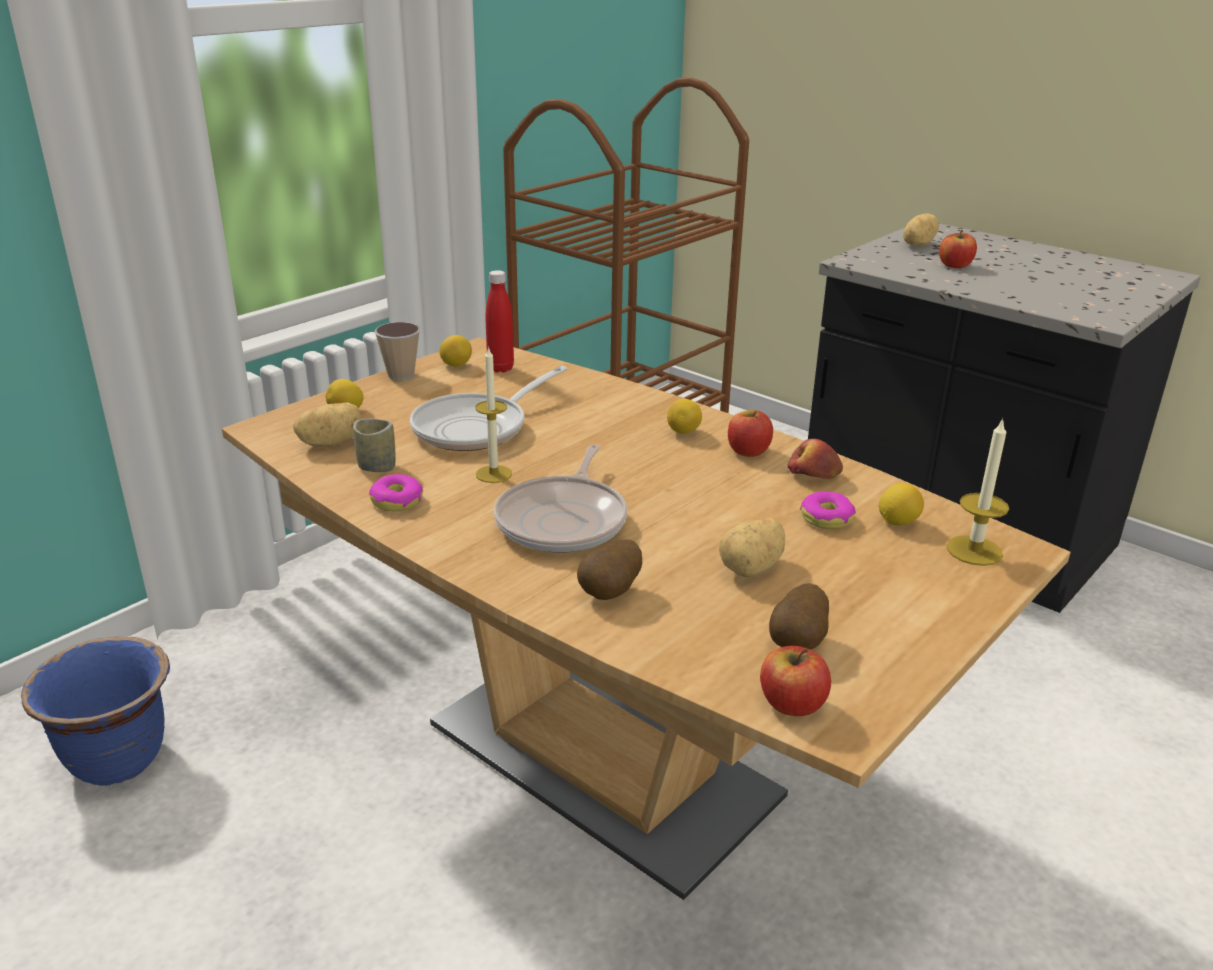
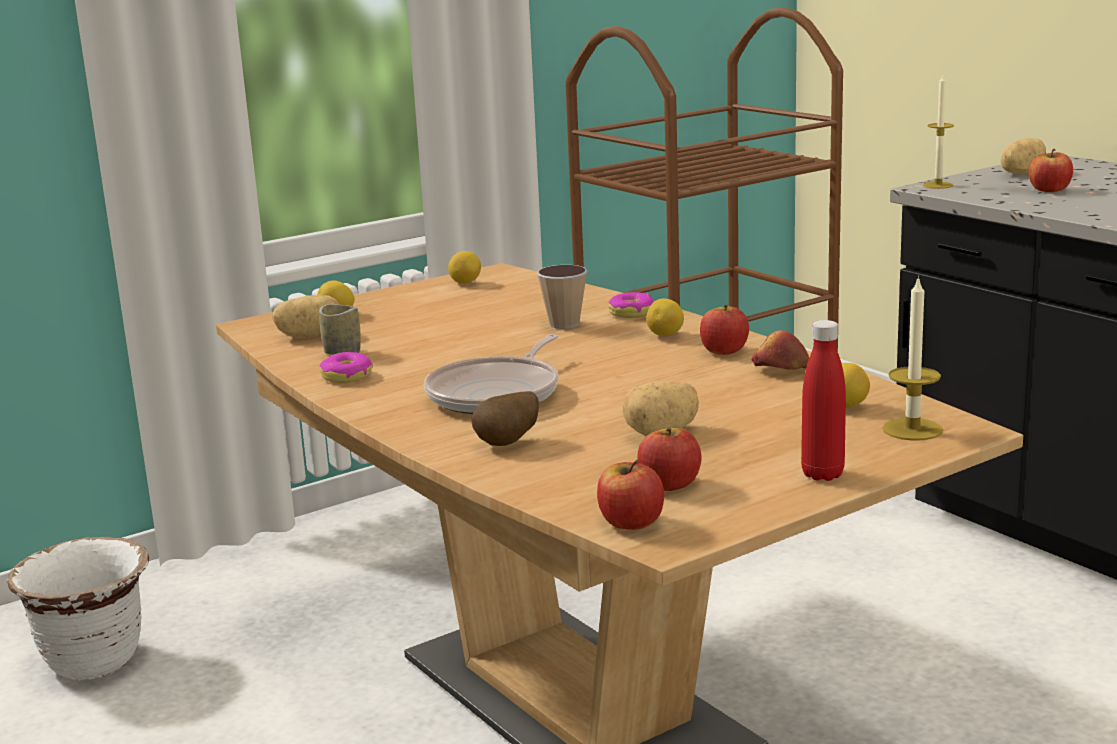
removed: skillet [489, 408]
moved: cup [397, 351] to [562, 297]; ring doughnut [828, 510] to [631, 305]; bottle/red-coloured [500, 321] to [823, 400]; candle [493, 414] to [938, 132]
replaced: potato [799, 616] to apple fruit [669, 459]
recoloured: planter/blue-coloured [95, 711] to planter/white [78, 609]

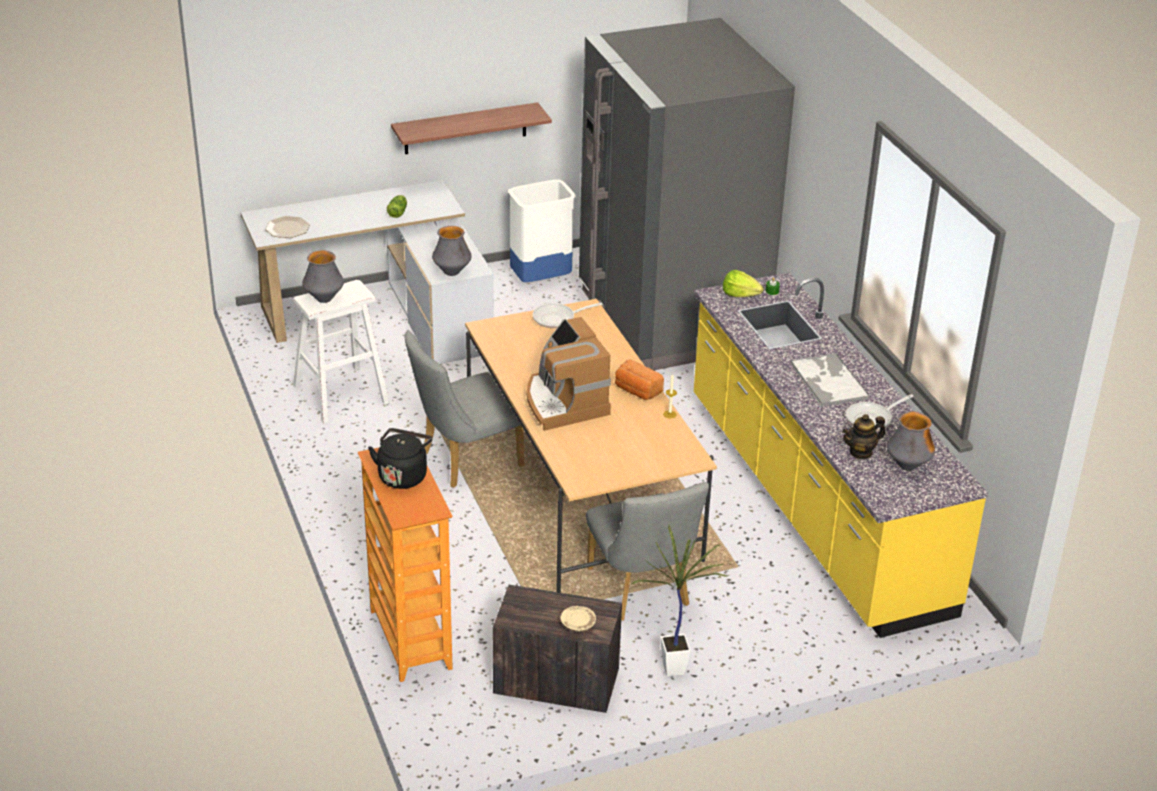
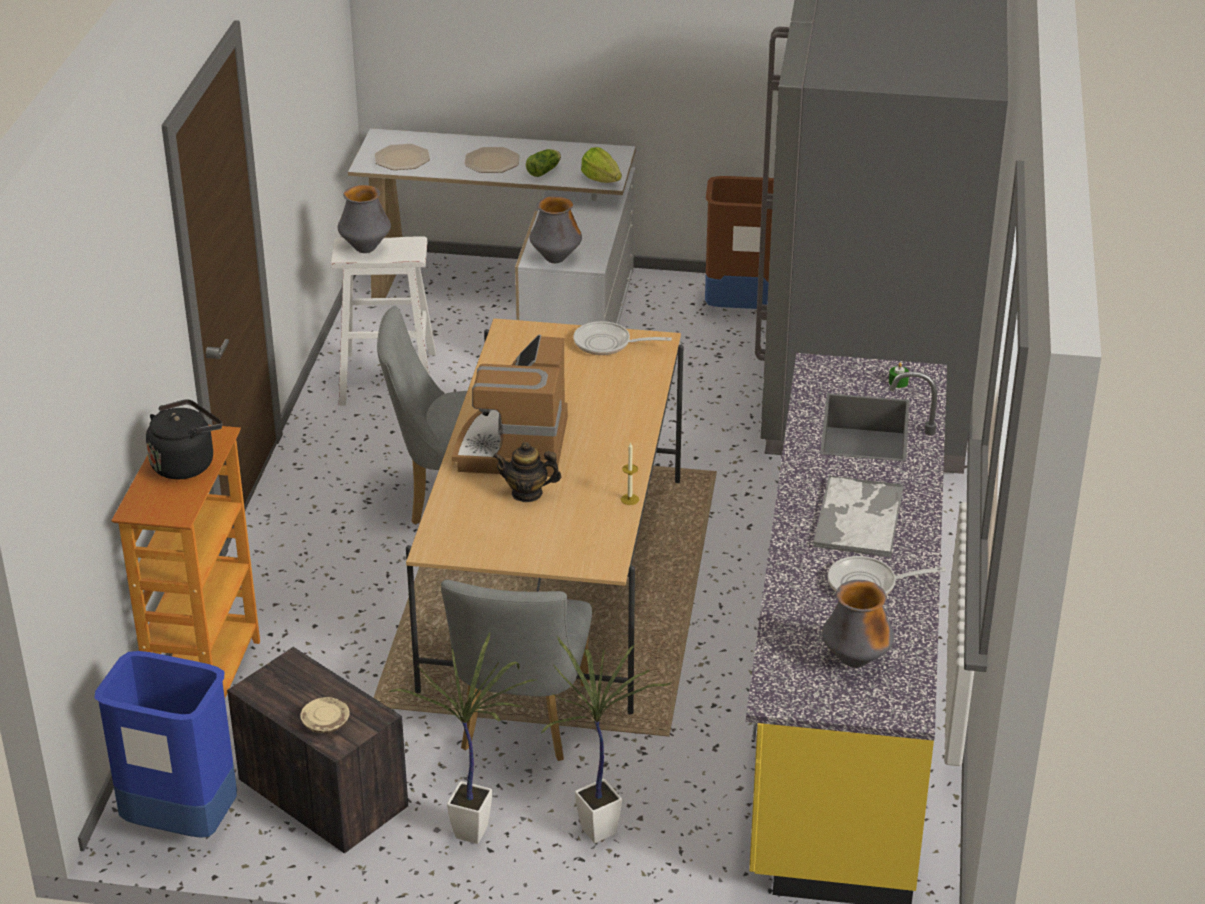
removed: shelf [471, 128]; bakery bread [639, 379]
added: trash can/blue-coloured [165, 744]; flat dish [492, 160]; potted plant [606, 739]
moved: pot for tea [863, 436] to [527, 472]; head of lettuce [743, 283] to [601, 165]
recoloured: trash can/white [541, 231] to trash can/brownish [739, 242]

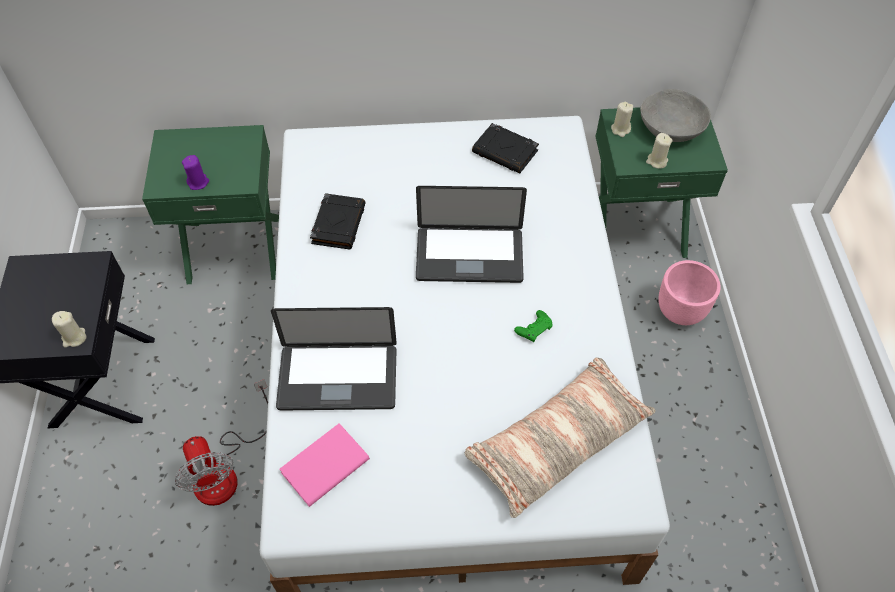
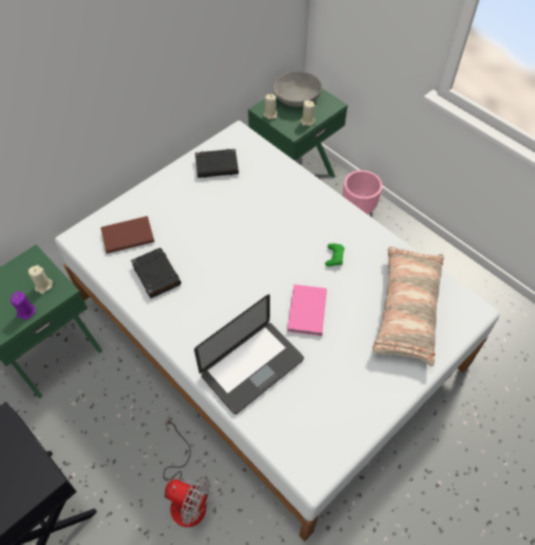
removed: portable computer [471, 234]
added: volume/brownish [128, 235]
moved: candle/beige [69, 329] to [40, 279]; volume/pink-coloured [324, 465] to [307, 310]

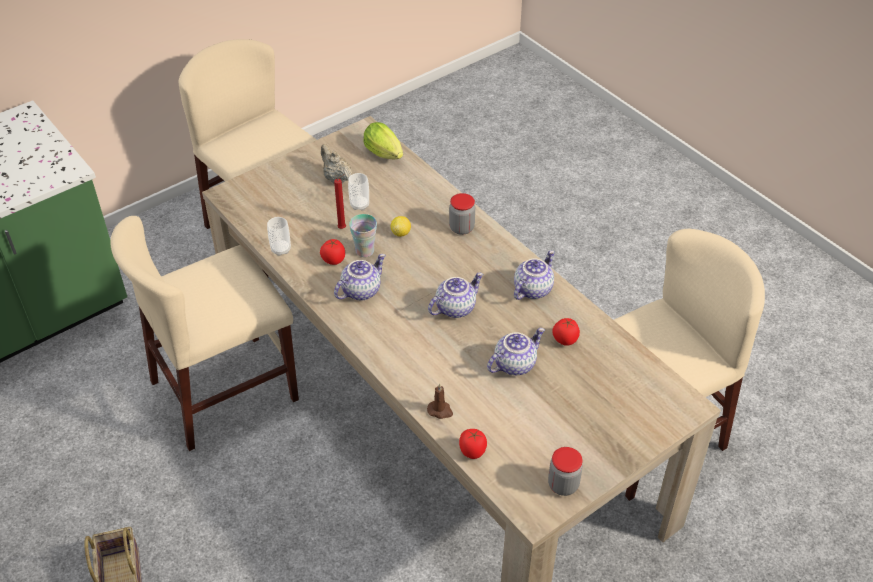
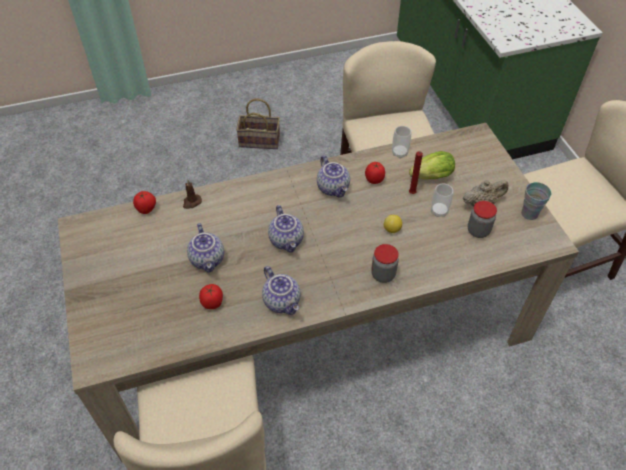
moved: head of lettuce [383, 140] to [432, 165]; storage jar [565, 471] to [482, 219]; cup [363, 235] to [536, 201]

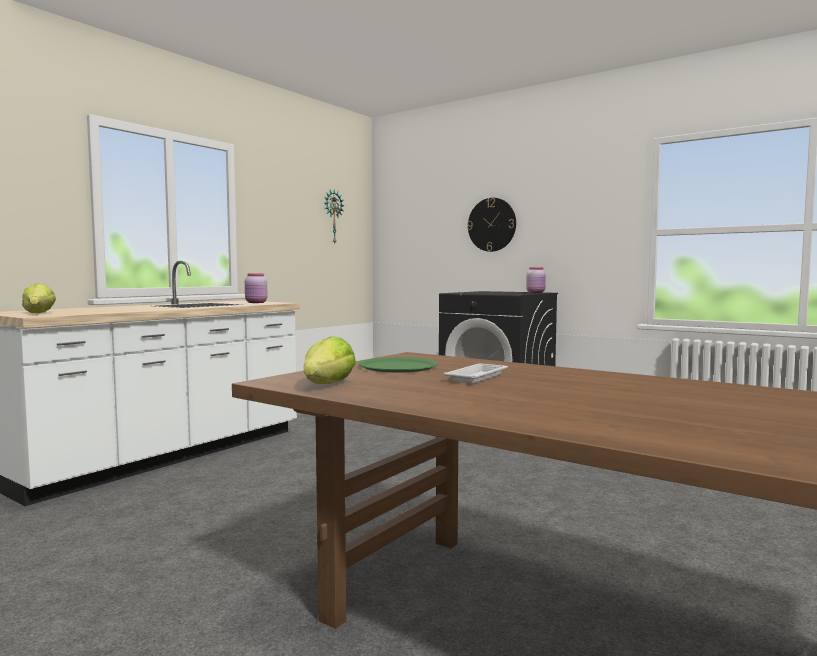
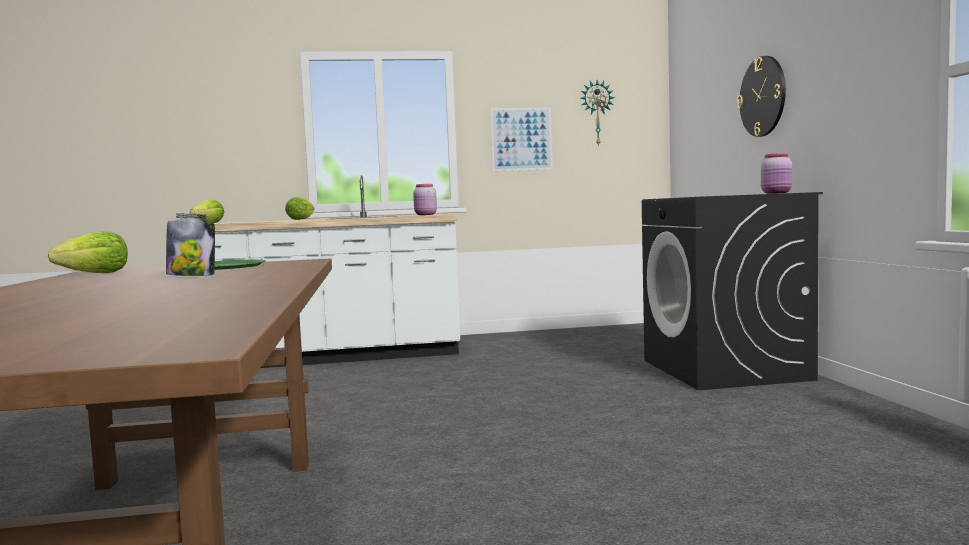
added: head of lettuce [299, 208]; picture [521, 139]
replaced: carrying tray/white [475, 374] to storage jar [190, 244]

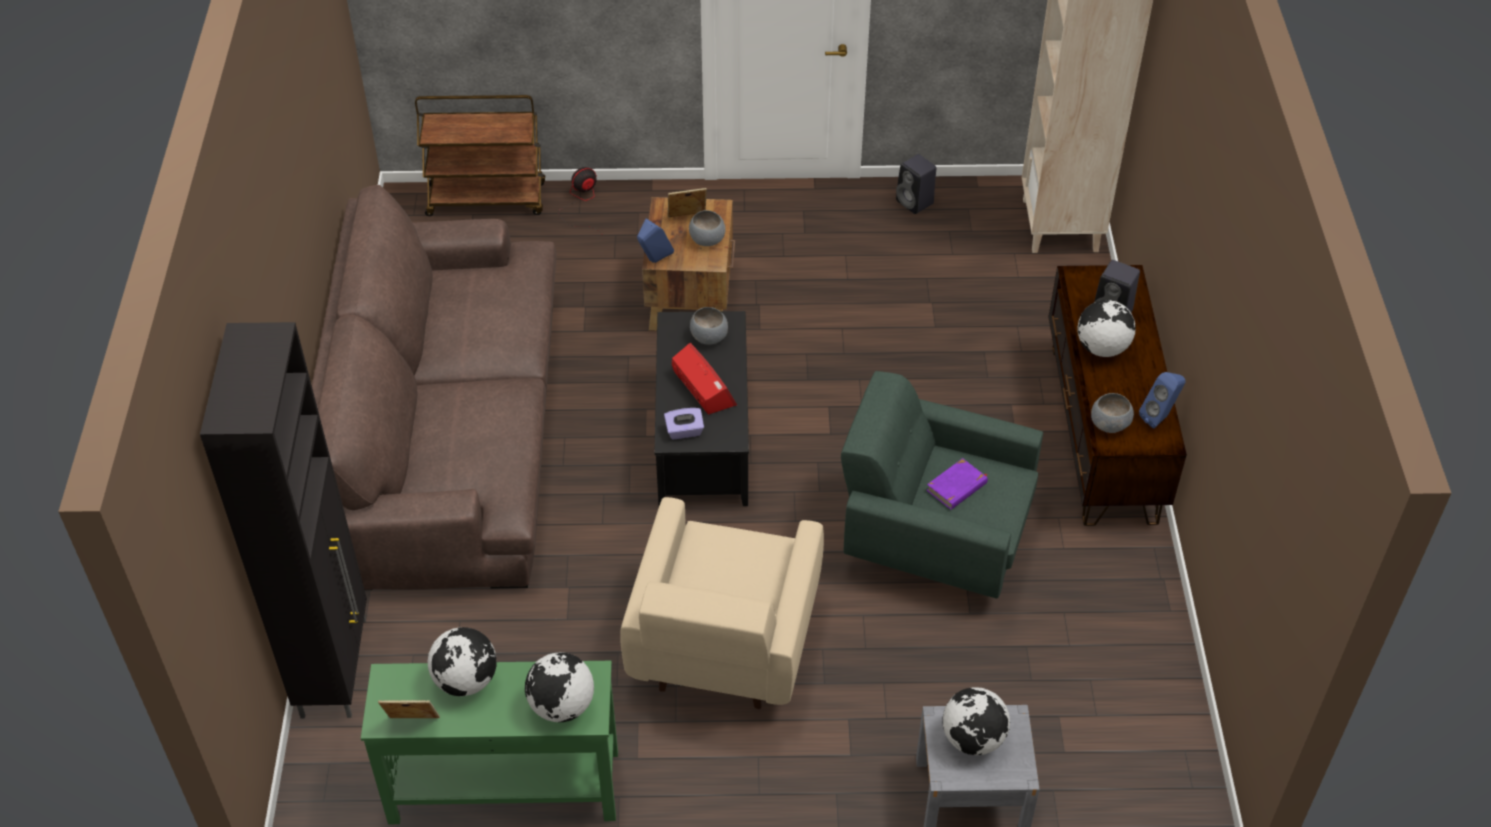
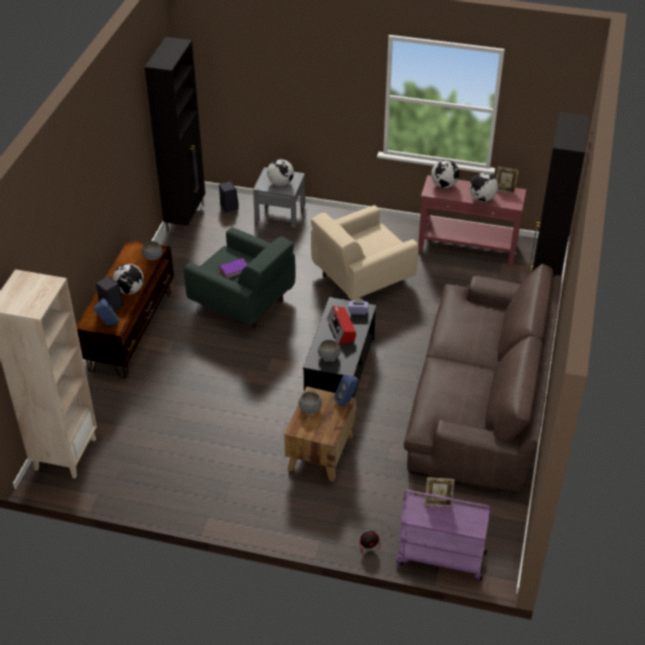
added: cabinet/black [174, 136]
moved: loudspeaker/blue-coloured [1162, 400] to [106, 312]; loudspeaker/black [916, 184] to [229, 196]; picture frame [687, 202] to [439, 491]
recoloured: trolley/brownish [480, 155] to trolley/purple [443, 535]; narrow table/green [489, 742] to narrow table/red-coloured [472, 220]
turned: easy chair/beige [722, 603] = [365, 253] 150 degrees counterclockwise

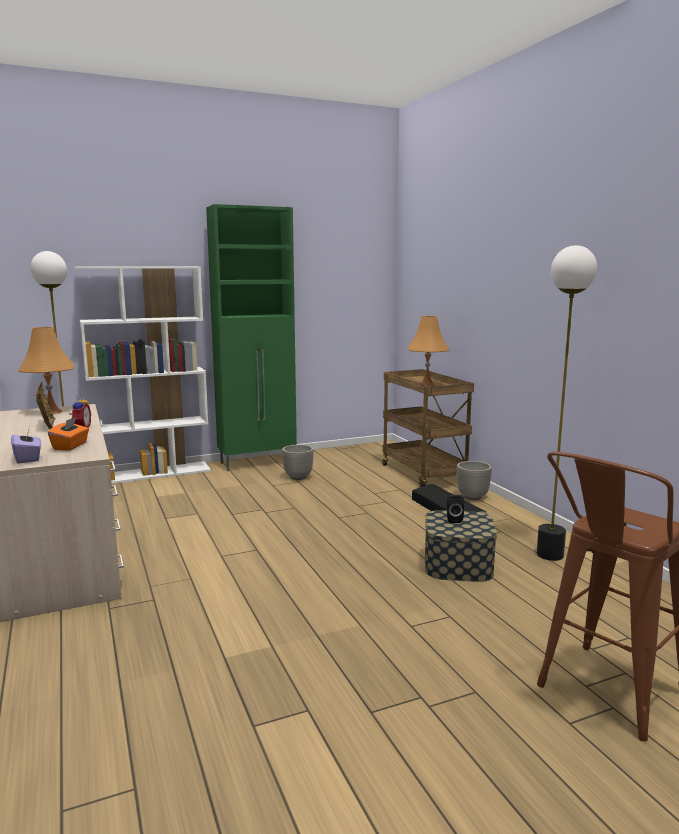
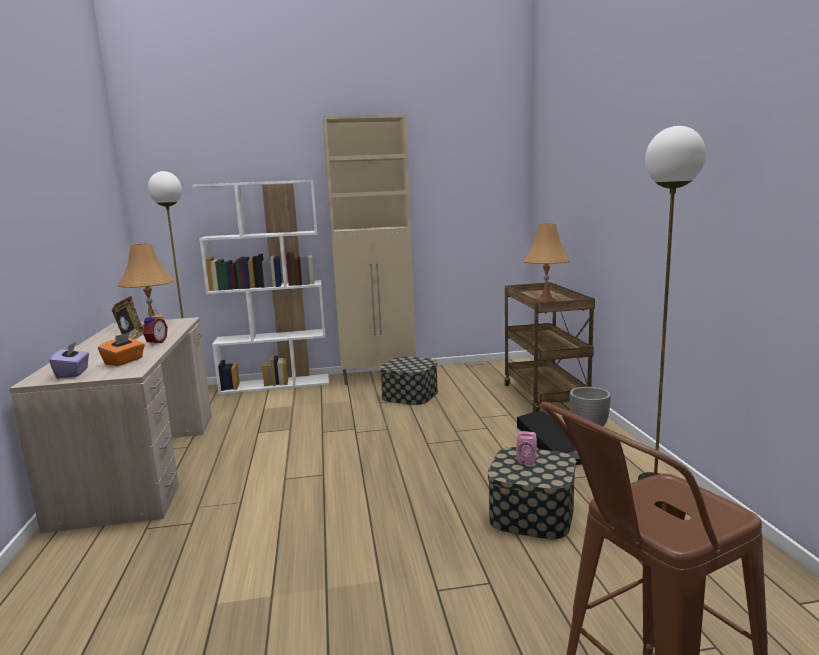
replaced: planter [298, 462] to storage bin [409, 380]
recoloured: cabinet/green [251, 337] to cabinet/beige [369, 249]; loudspeaker/black [455, 509] to loudspeaker/pink-coloured [527, 448]

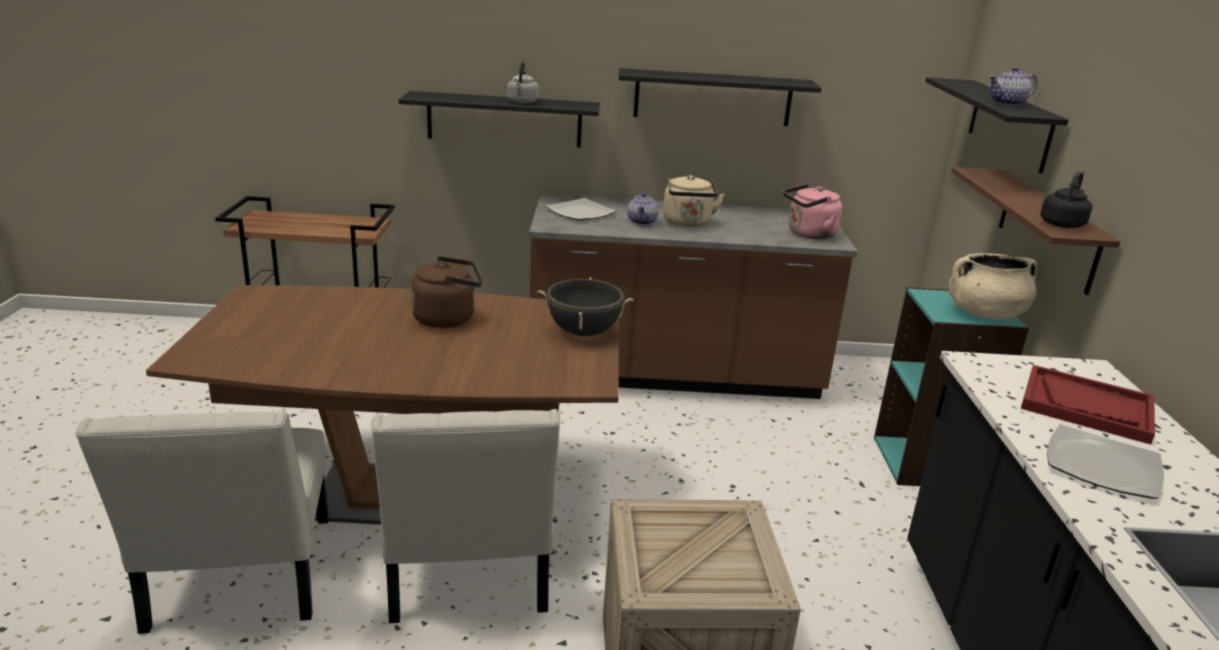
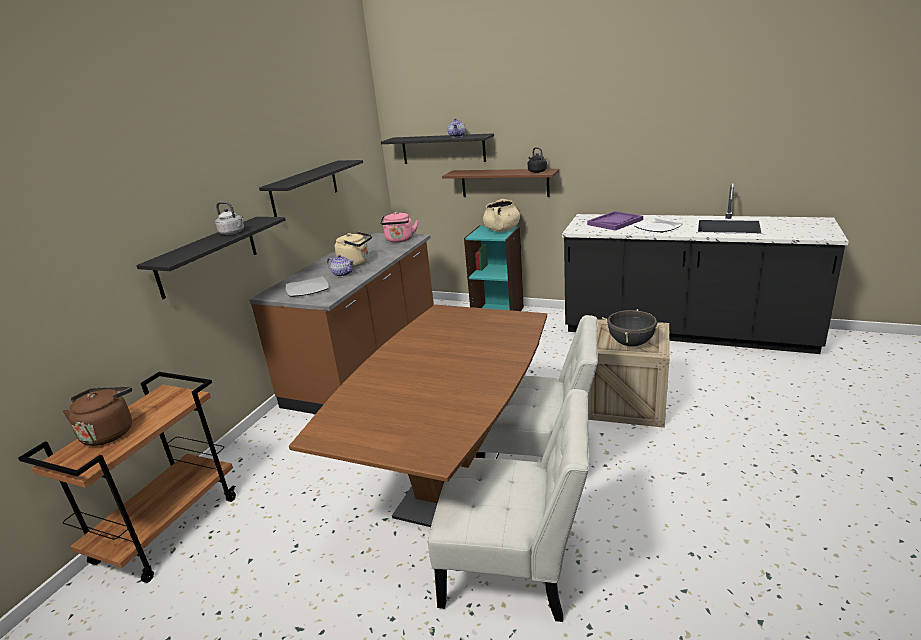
moved: kettle/brownish [446, 292] to [97, 416]; stockpot/black [586, 306] to [632, 328]
recoloured: carrying tray/red-coloured [1088, 405] to carrying tray/purple [615, 221]

